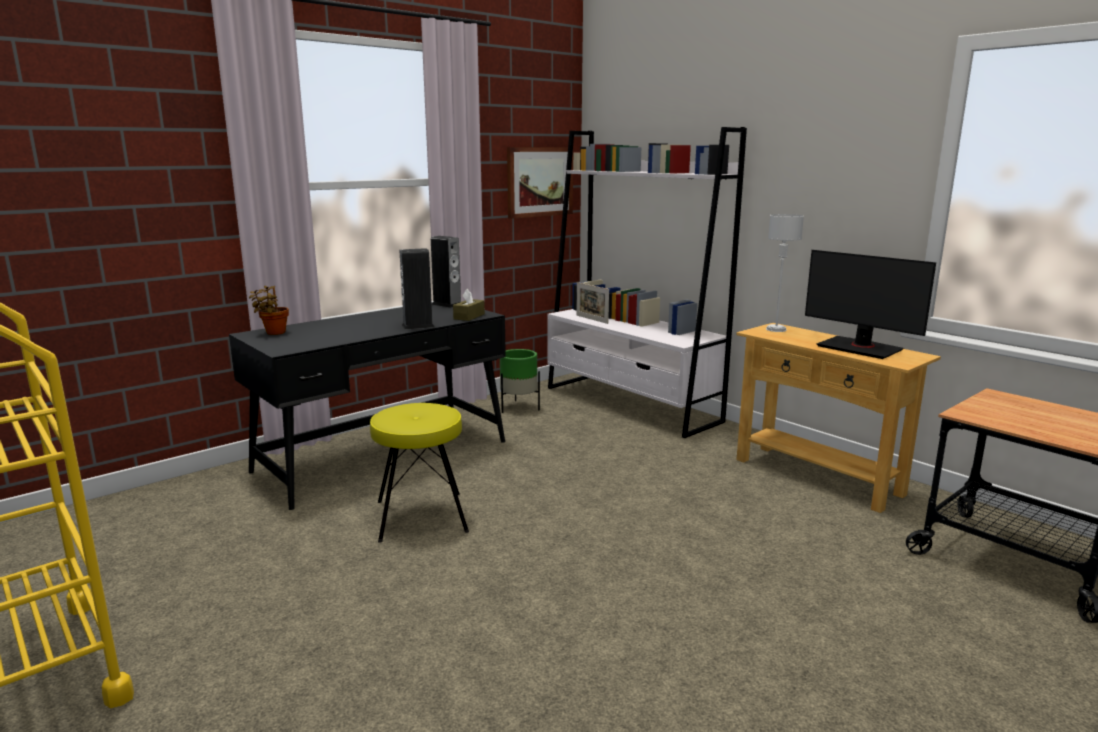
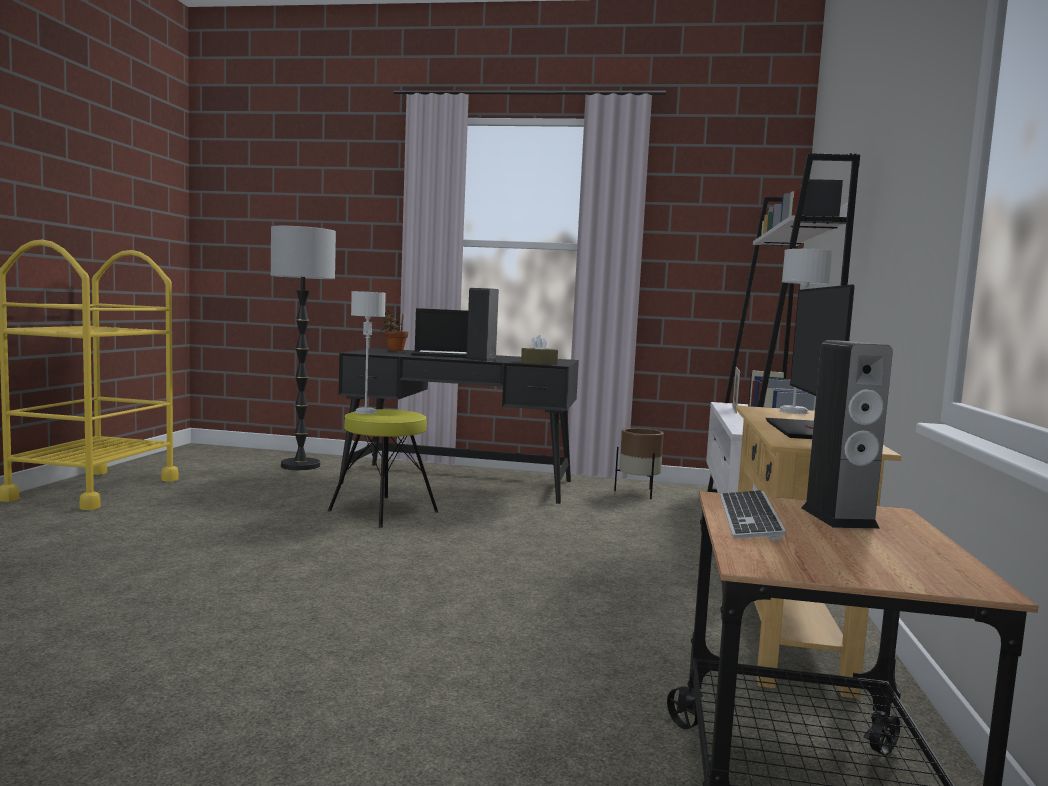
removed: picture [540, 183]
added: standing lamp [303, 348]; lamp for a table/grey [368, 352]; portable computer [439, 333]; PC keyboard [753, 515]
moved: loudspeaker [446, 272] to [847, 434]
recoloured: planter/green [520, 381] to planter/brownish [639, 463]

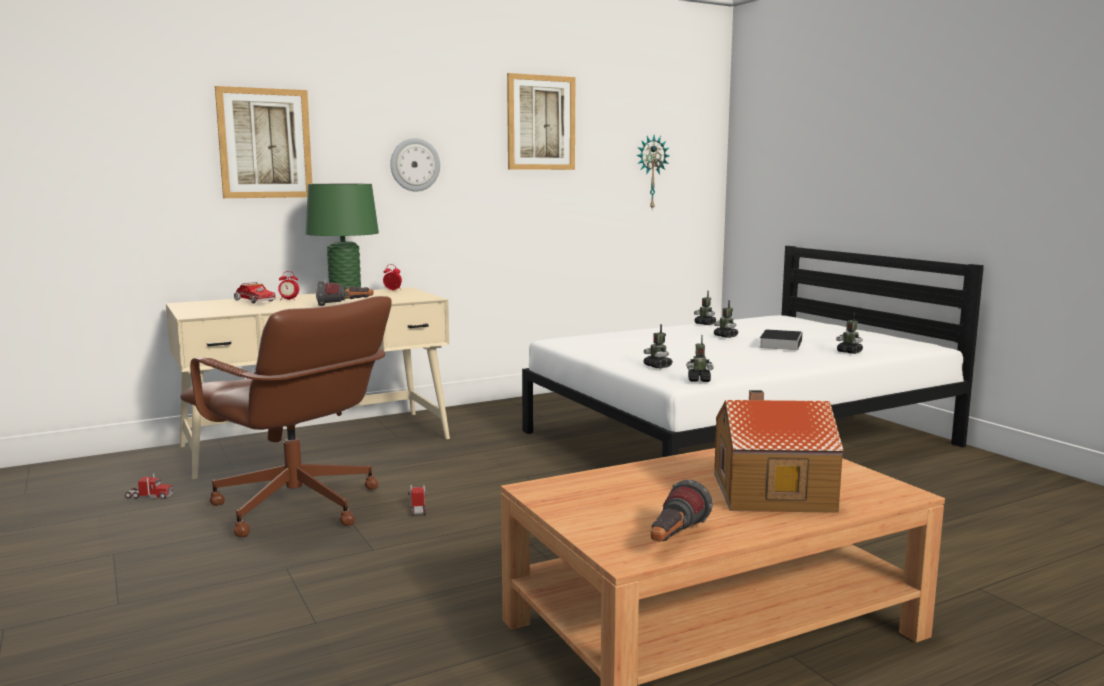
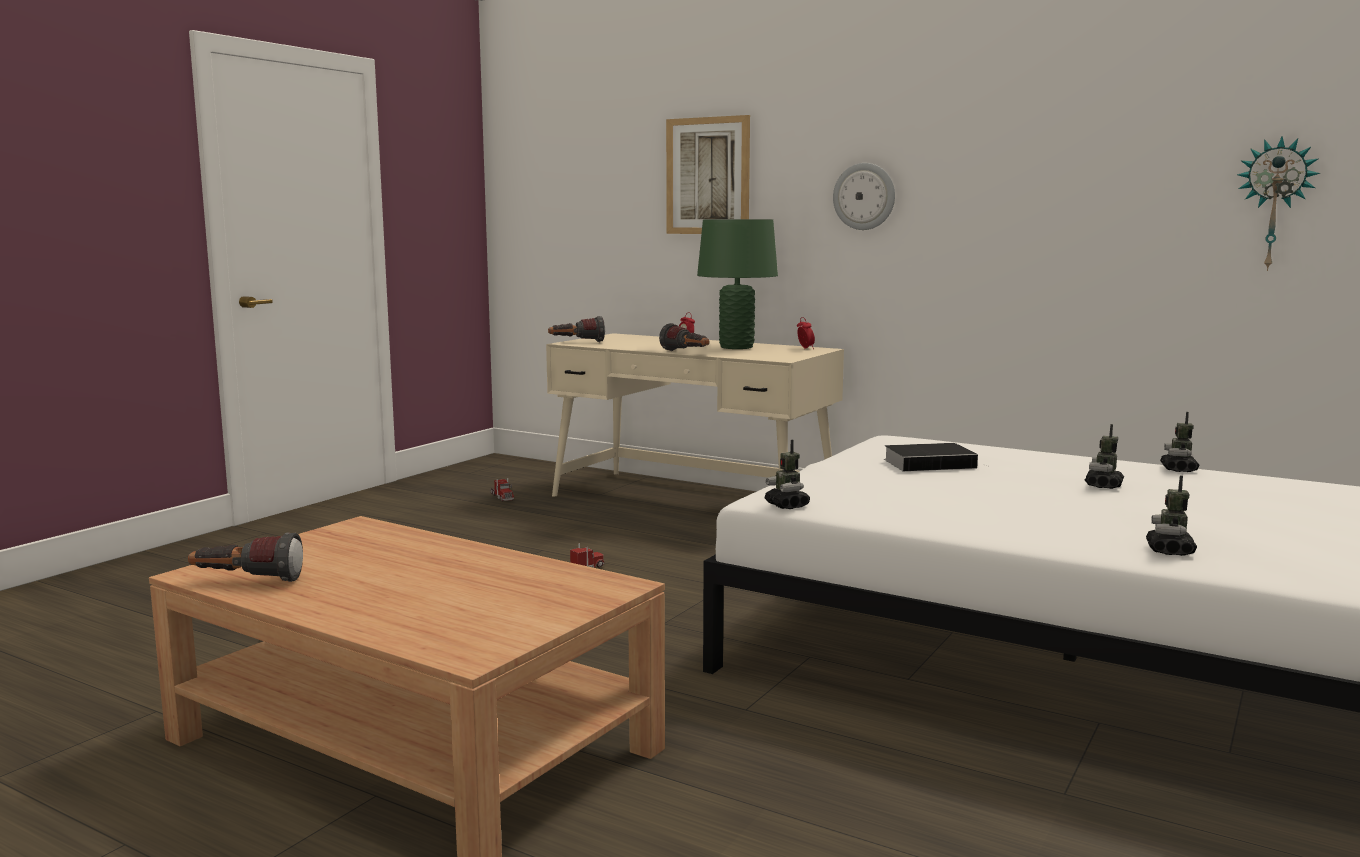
removed: office chair/brownish [286, 416]; model truck [255, 292]; picture [541, 121]; model robot [658, 346]; toy house [779, 451]
added: hand torch [576, 329]
moved: volume [780, 339] to [935, 457]

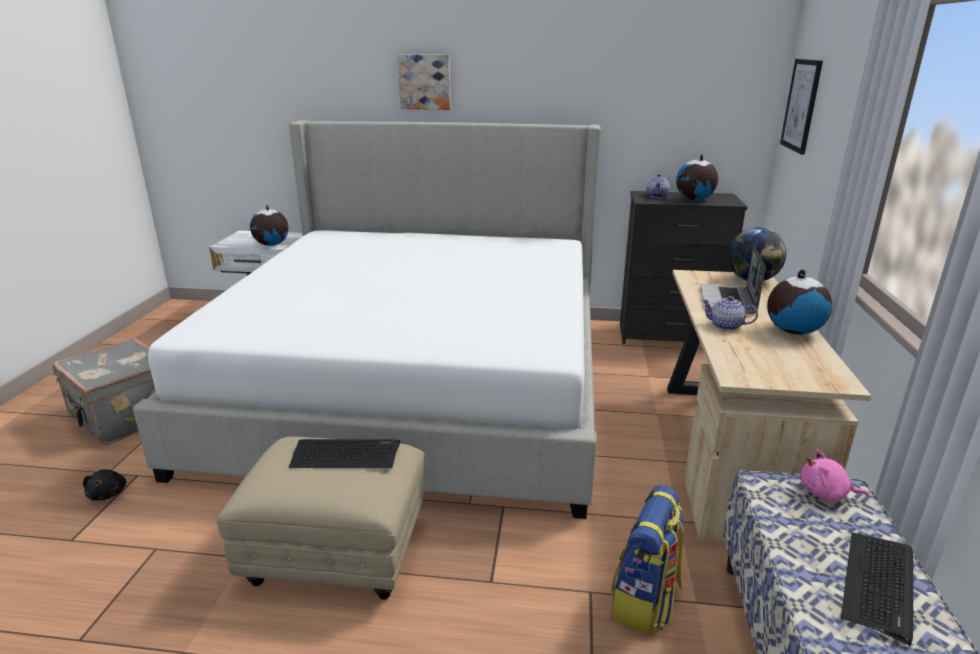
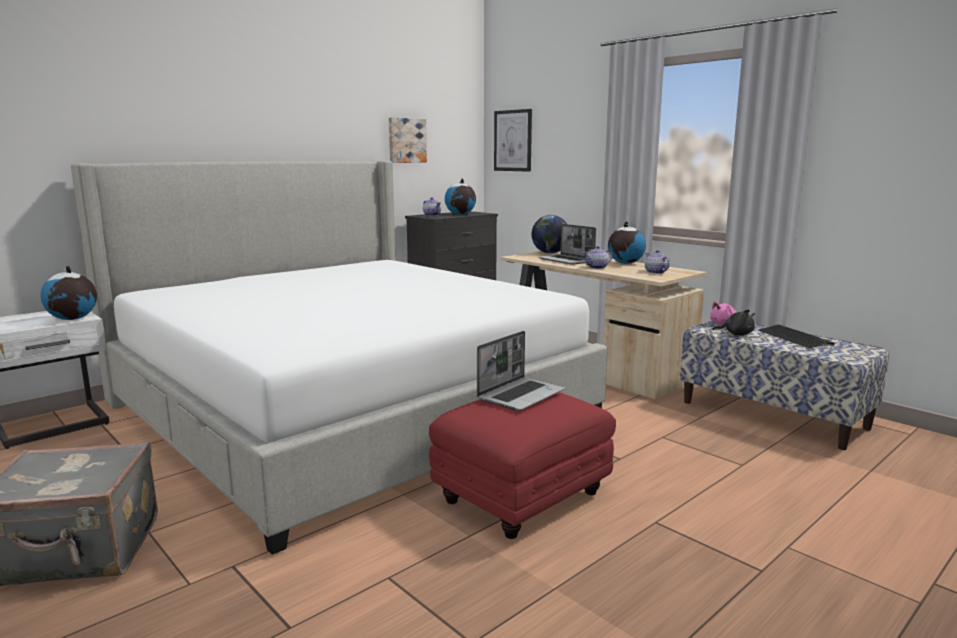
removed: rucksack [647, 560]
added: pot for tea [657, 262]
moved: picture [424, 82] to [408, 140]; cuddly toy/black [105, 484] to [733, 322]
replaced: PC keyboard [344, 453] to portable computer [521, 371]
recoloured: ottoman/beige [320, 518] to ottoman/red-coloured [522, 465]

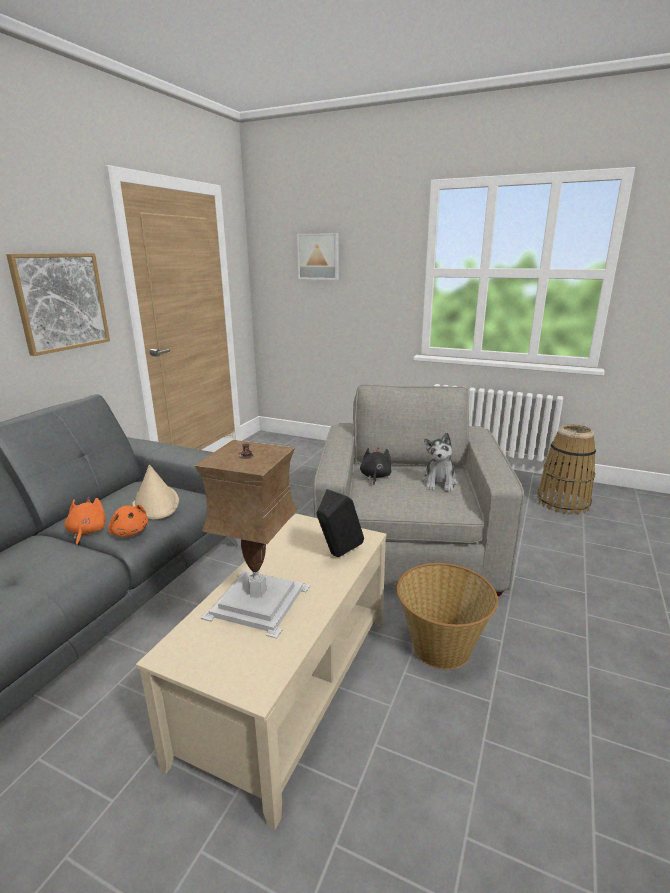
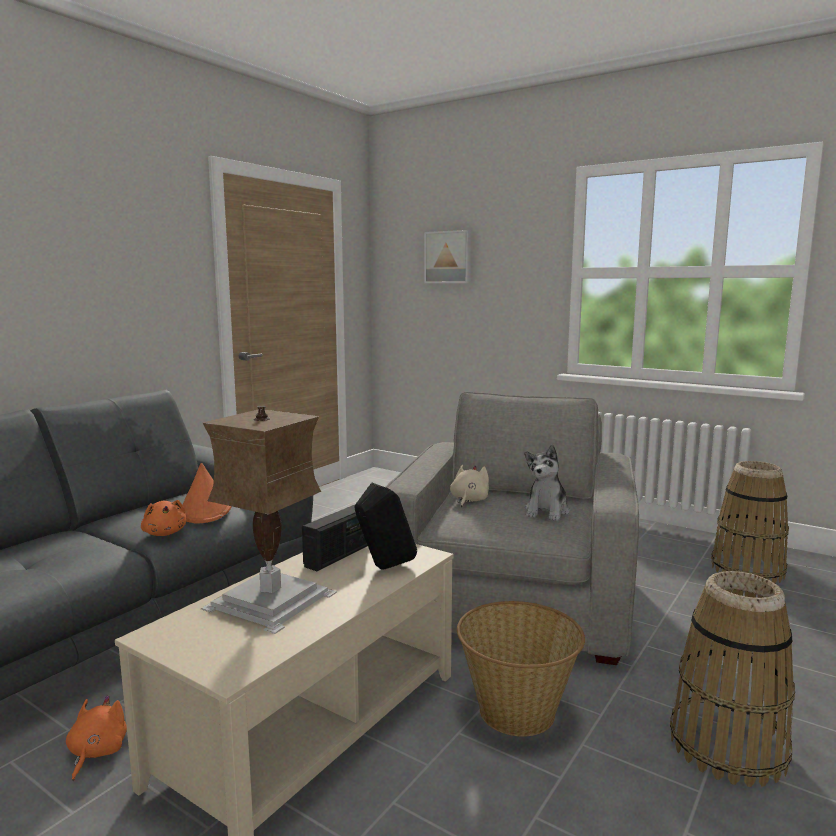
removed: picture [58, 304]
added: radio set [335, 538]; basket [732, 679]
moved: cuddly toy/orange-coloured [85, 521] to [96, 738]
recoloured: clothing hat/beige [155, 492] to clothing hat/orange-coloured [207, 493]; cuddly toy/black [375, 466] to cuddly toy/beige [469, 486]

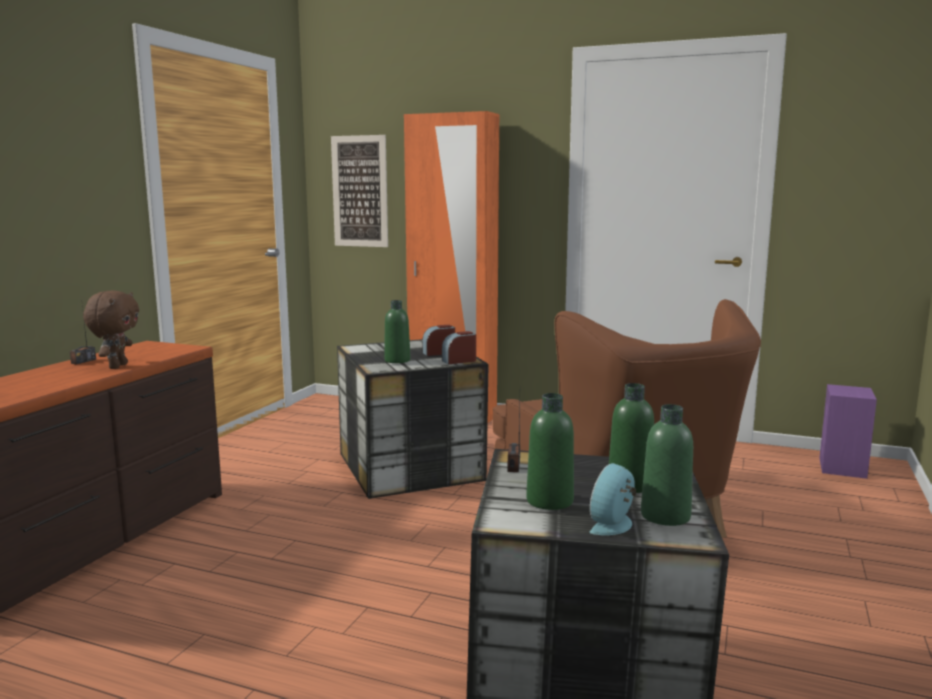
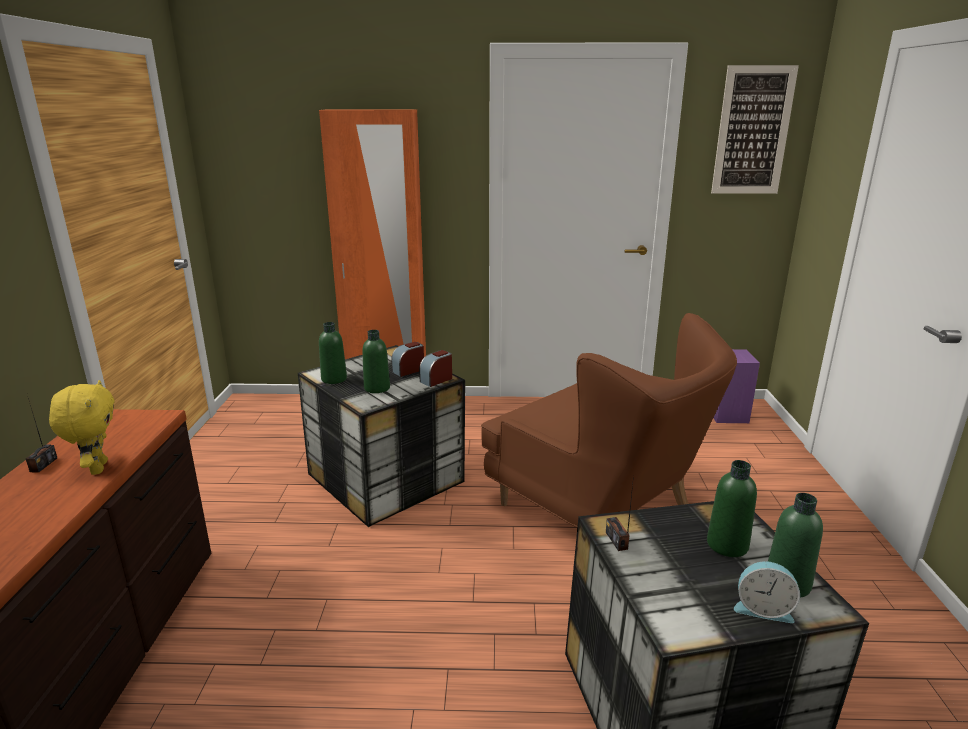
moved: bottle/green [550, 451] to [333, 353]; picture [359, 191] to [755, 129]
recoloured: cuddly toy/brownish [111, 330] to cuddly toy/yellowish [82, 427]
turned: alarm clock [612, 499] = [767, 592] 90 degrees counterclockwise

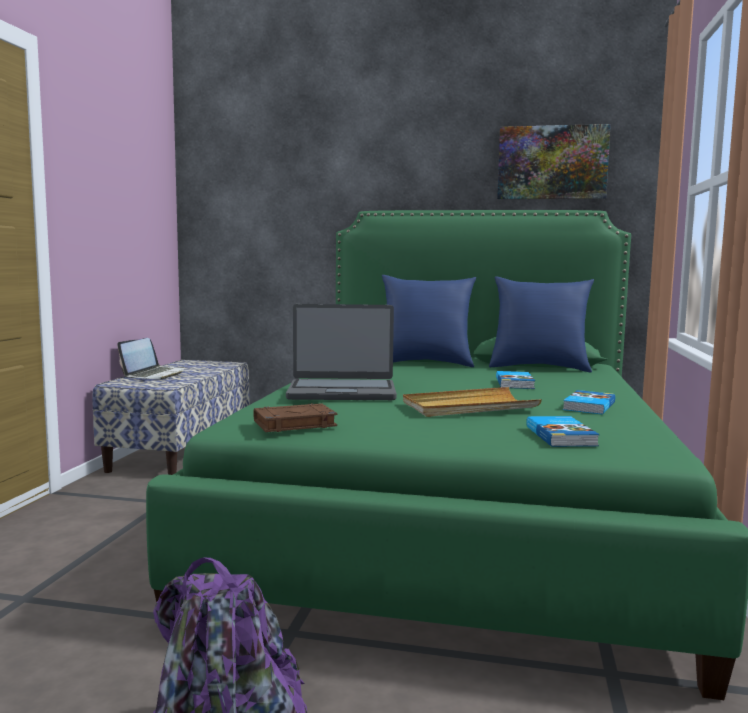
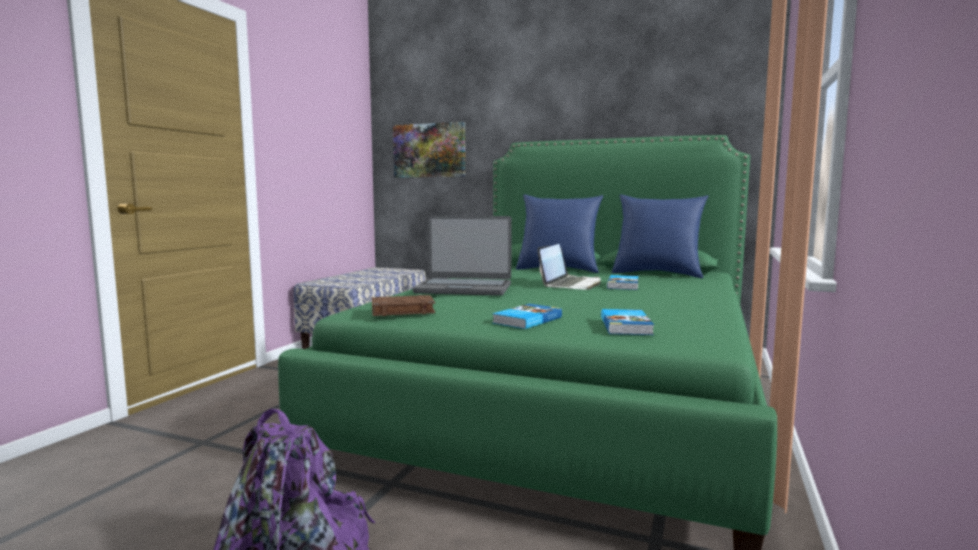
removed: carrying tray/beige [472, 402]
moved: picture [554, 161] to [429, 150]; volume [589, 402] to [527, 316]; portable computer [151, 358] to [569, 267]

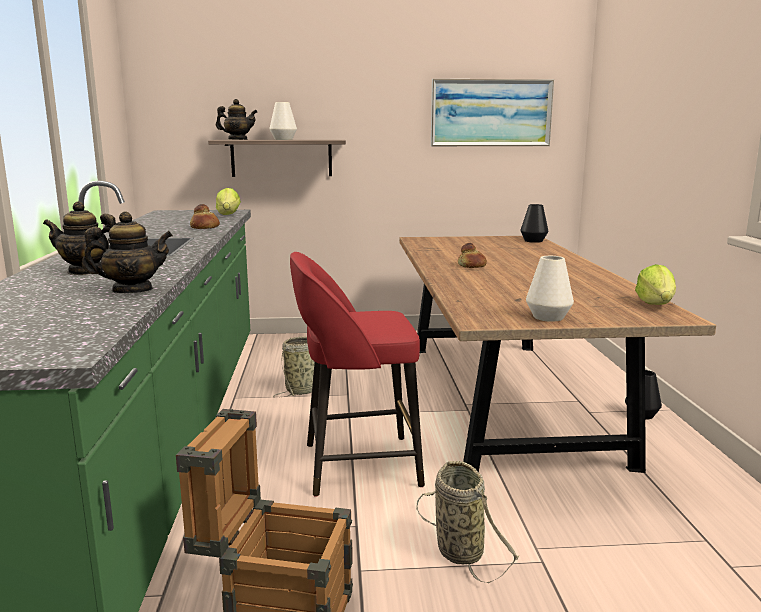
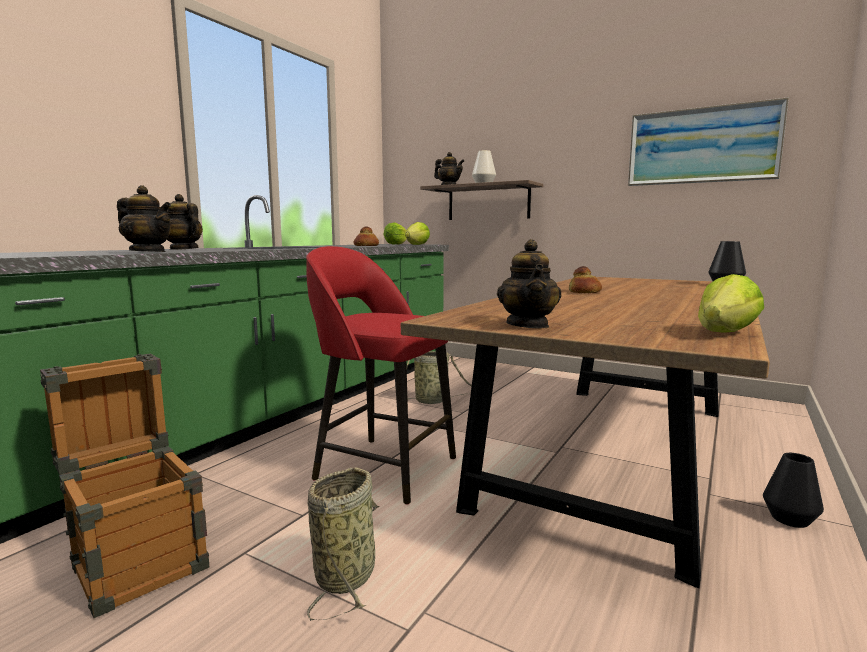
added: head of lettuce [395, 234]
replaced: vase/white [550, 289] to pot for tea [529, 284]

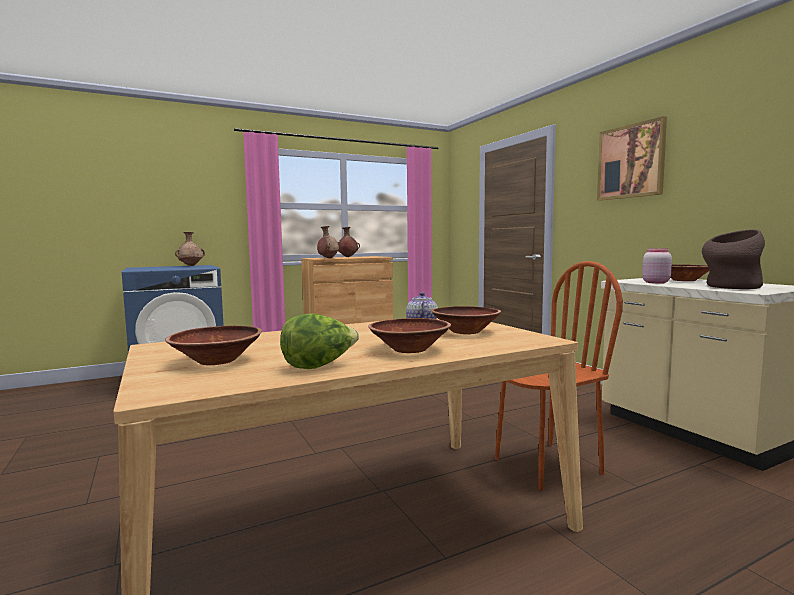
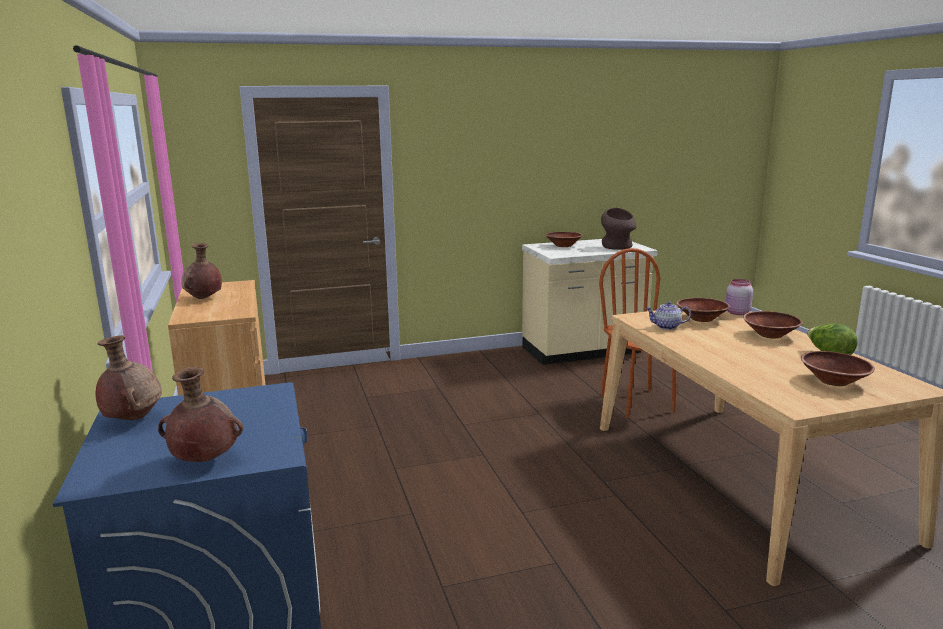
removed: picture [632, 158]
moved: vase/brownish [328, 242] to [200, 414]; storage jar/pink-coloured [657, 266] to [739, 297]

